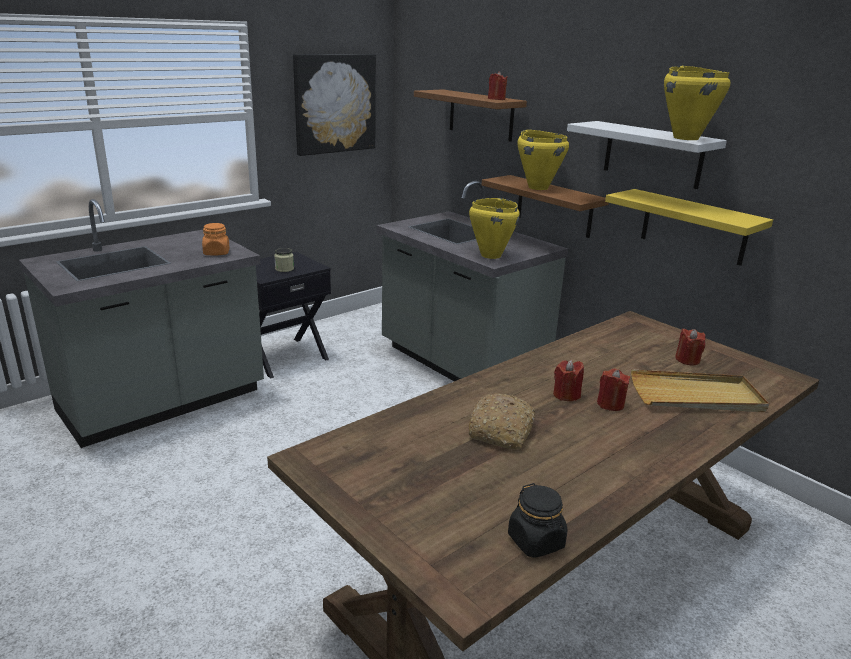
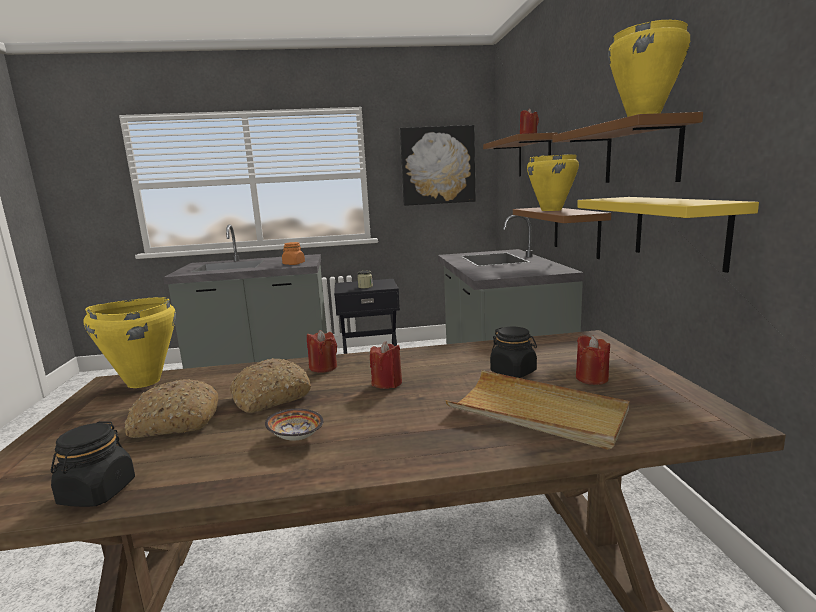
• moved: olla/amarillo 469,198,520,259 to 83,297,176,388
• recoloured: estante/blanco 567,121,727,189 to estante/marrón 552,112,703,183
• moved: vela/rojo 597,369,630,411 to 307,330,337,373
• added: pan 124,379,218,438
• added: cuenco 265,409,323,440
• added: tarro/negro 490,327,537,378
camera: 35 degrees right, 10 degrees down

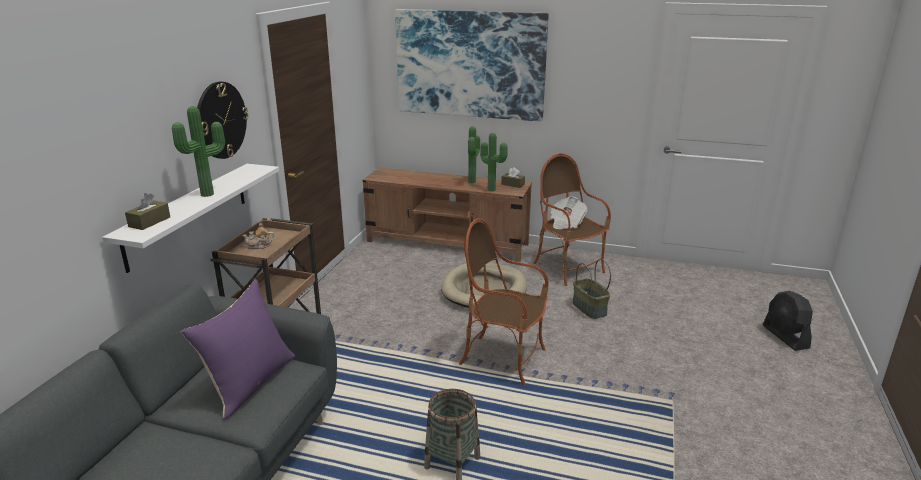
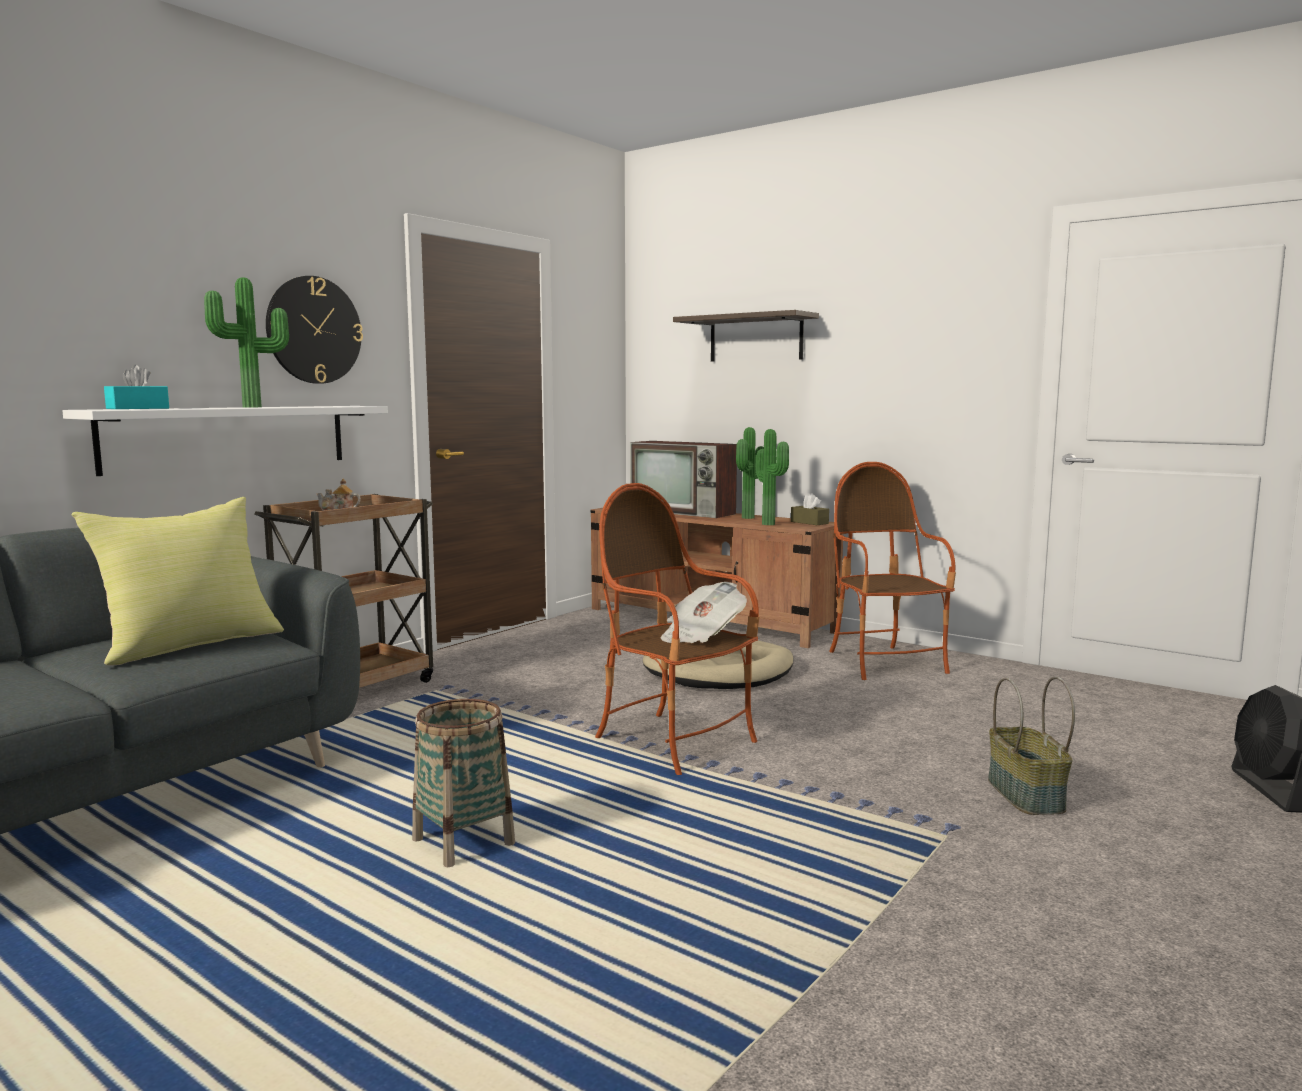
• recoloured: caja de pañuelos/marrón 125,193,170,230 to caja de pañuelos/turquesa 104,365,169,409
• recoloured: cojín/morado 181,279,295,419 to cojín/amarillo 71,497,284,666
• replaced: cuadro 395,9,549,122 to estante 673,310,819,362
• moved: periódico 550,196,588,229 to 661,582,747,643
• moved: cesta 573,259,611,319 to 988,676,1075,815
• added: televisor 630,441,737,518
camera: 20 degrees right, 15 degrees down

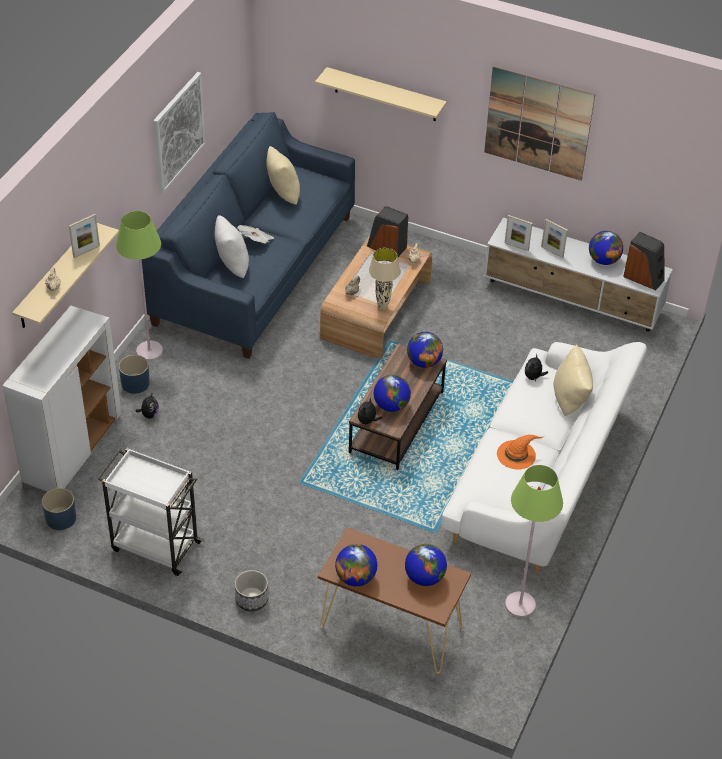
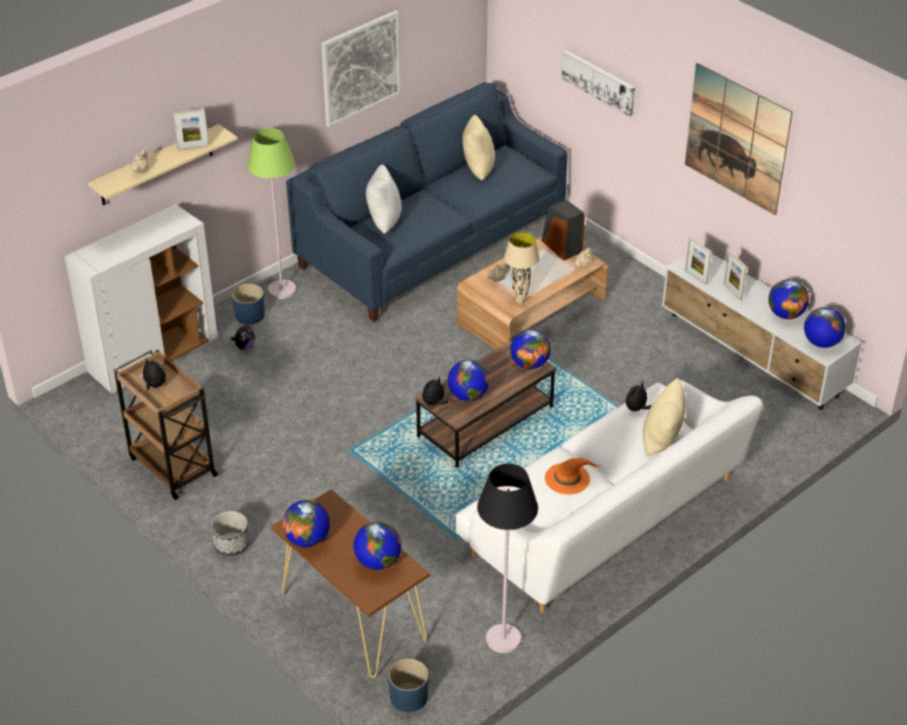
• moved: maceta/azul 42,488,76,530 to 388,659,429,712
• recoloured: carrito/blanco 98,448,203,576 to carrito/marrón 114,350,219,500
• removed: periódico 237,225,274,244
• replaced: estante/beis 315,67,447,121 to cuadro 562,50,635,117
• recoloured: lámpara de pie/verde 505,465,563,618 to lámpara de pie/negro 477,463,538,653
• replaced: altavoz 623,232,665,290 to globo terráqueo 804,307,846,348
• added: peluche 139,358,166,391
camera: 25 degrees right, 5 degrees down

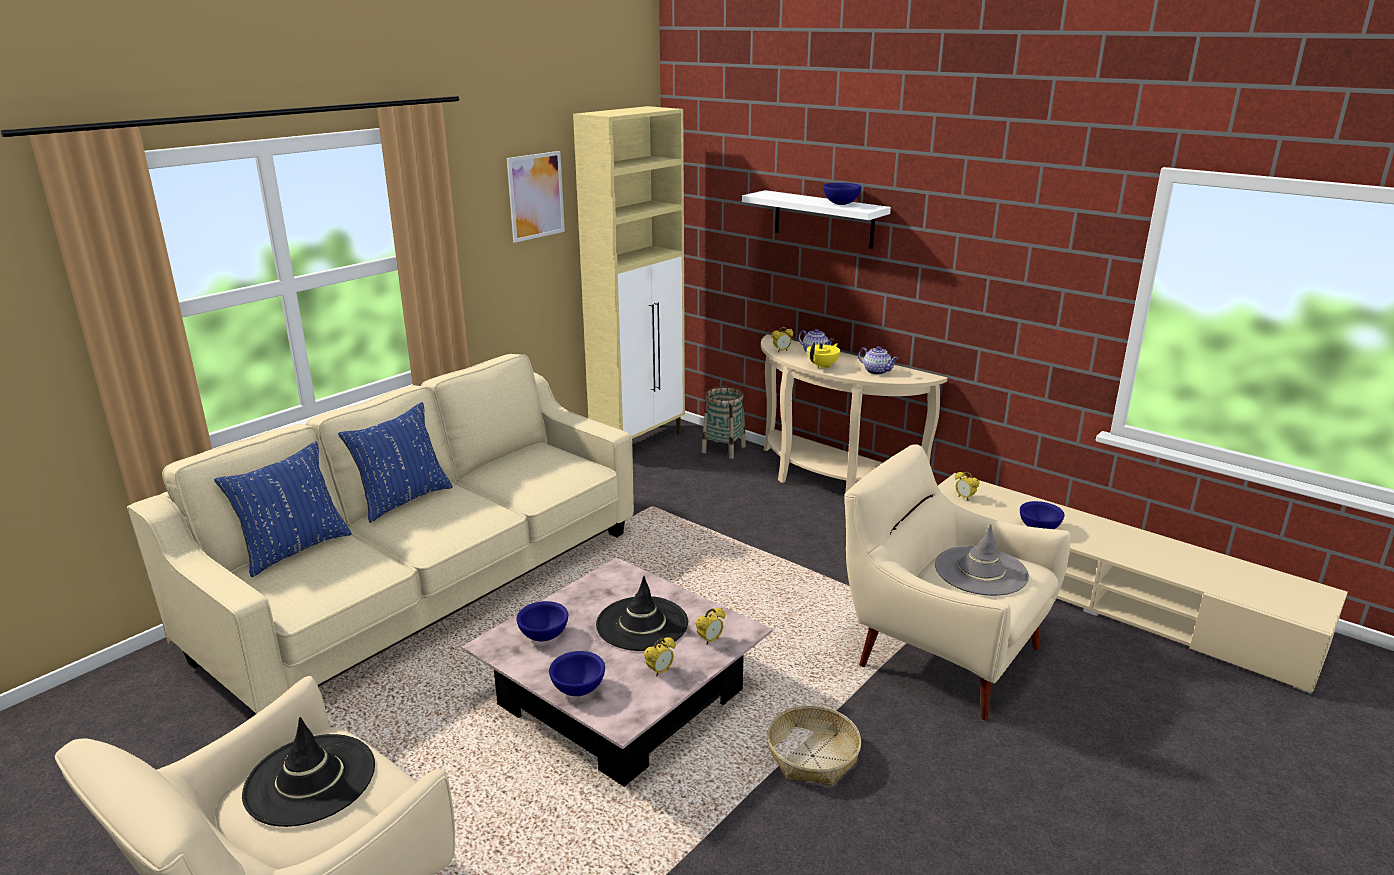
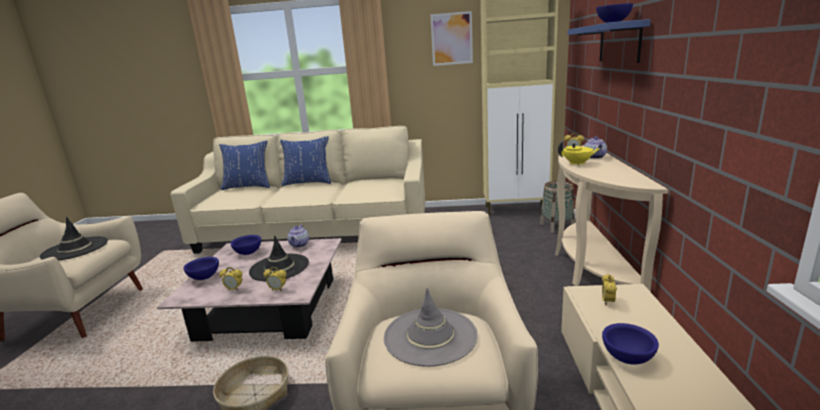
• recoloured: estante/blanco 742,190,891,249 to estante/azul 568,19,650,63
• moved: tetera 858,346,898,375 to 287,225,309,248
camera: 55 degrees right, 5 degrees down

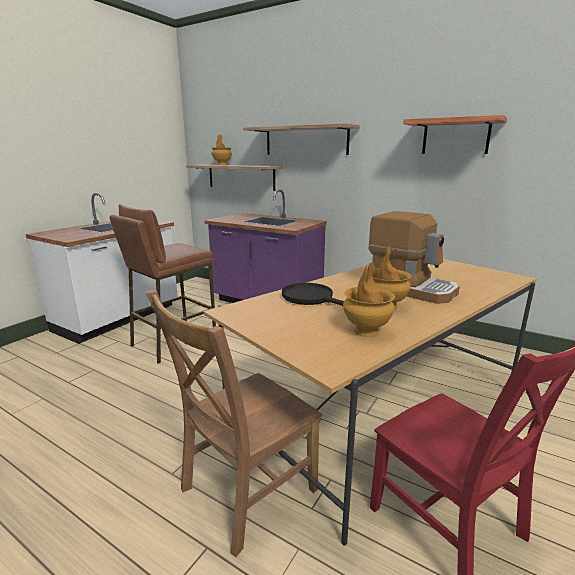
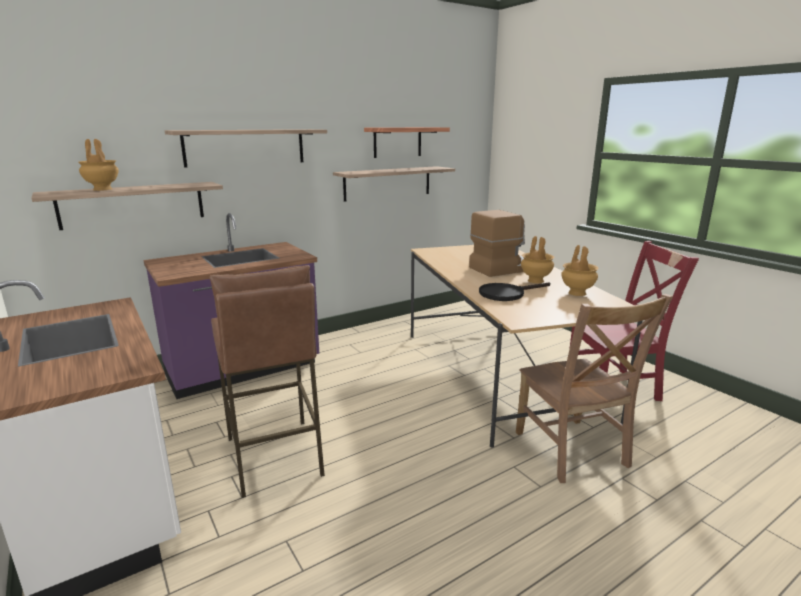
• added: estante 333,166,455,202
camera: 65 degrees left, 0 degrees up

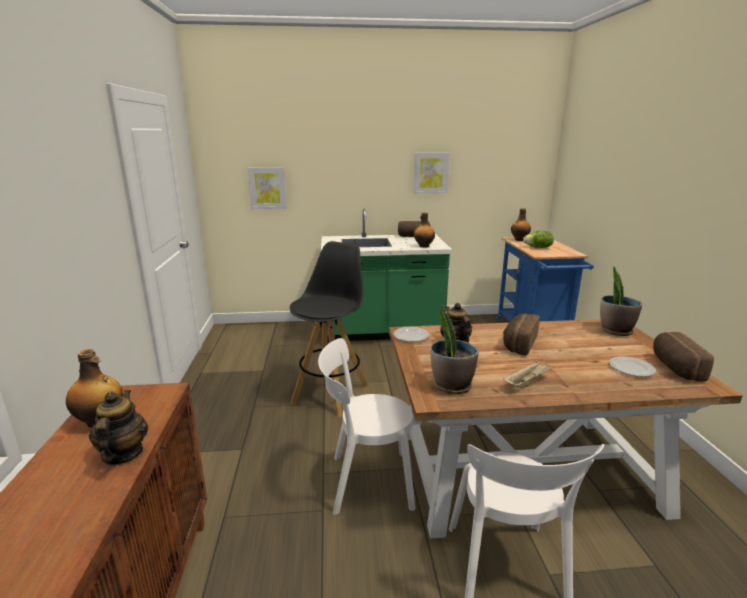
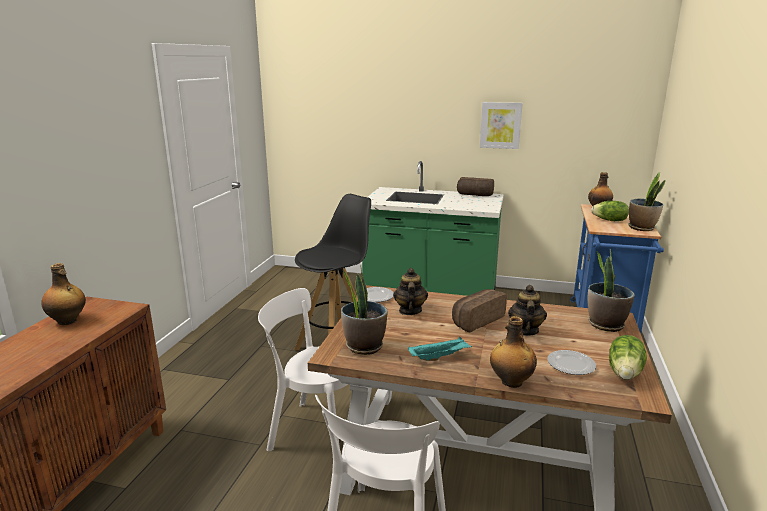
• moved: tetera 89,390,148,466 to 508,285,547,336
• removed: cuadro 248,167,287,209
• moved: botella 414,212,435,247 to 490,316,537,388
• recoloured: bandeja/beis 503,360,553,388 to bandeja/turquesa 408,337,472,361
• replaced: pan 653,332,714,381 to lechuga 609,335,647,380
• added: planta en maceta 628,172,666,231
camera: 20 degrees right, 0 degrees up

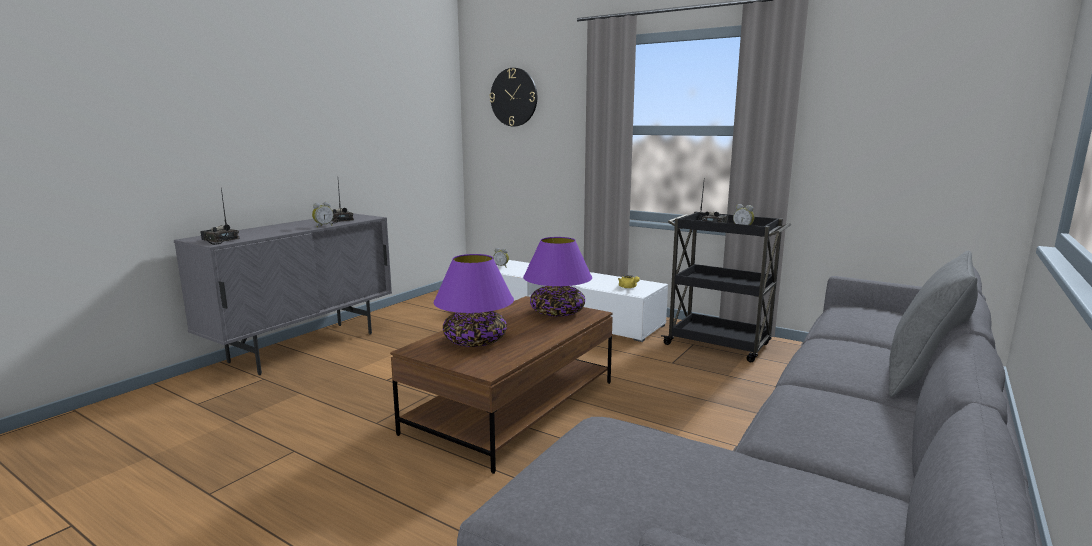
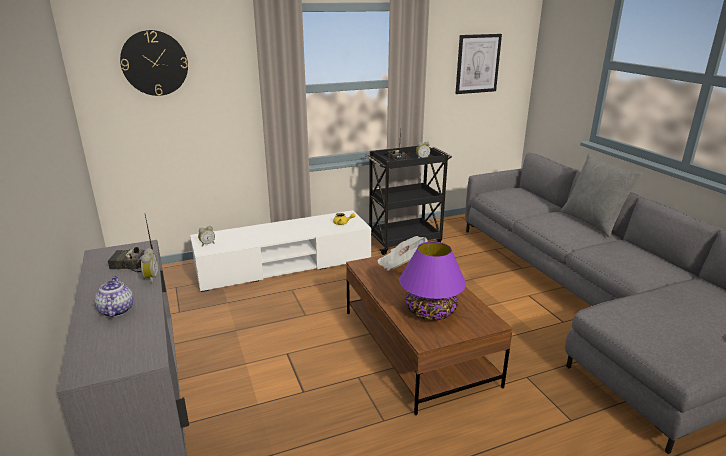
• removed: radio 200,187,240,245
• replaced: lámpara de mesa/morado 523,237,592,317 to periódico 377,236,428,271
• added: tetera 94,276,133,317
• added: cuadro 456,34,502,94
camera: 55 degrees left, 10 degrees up

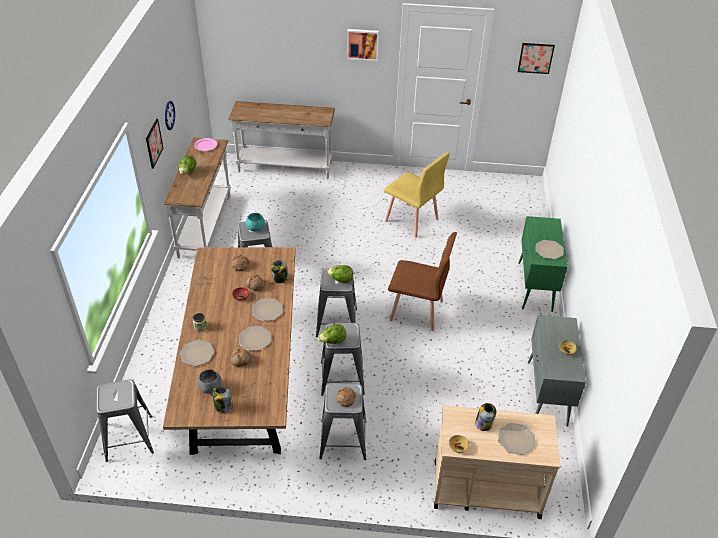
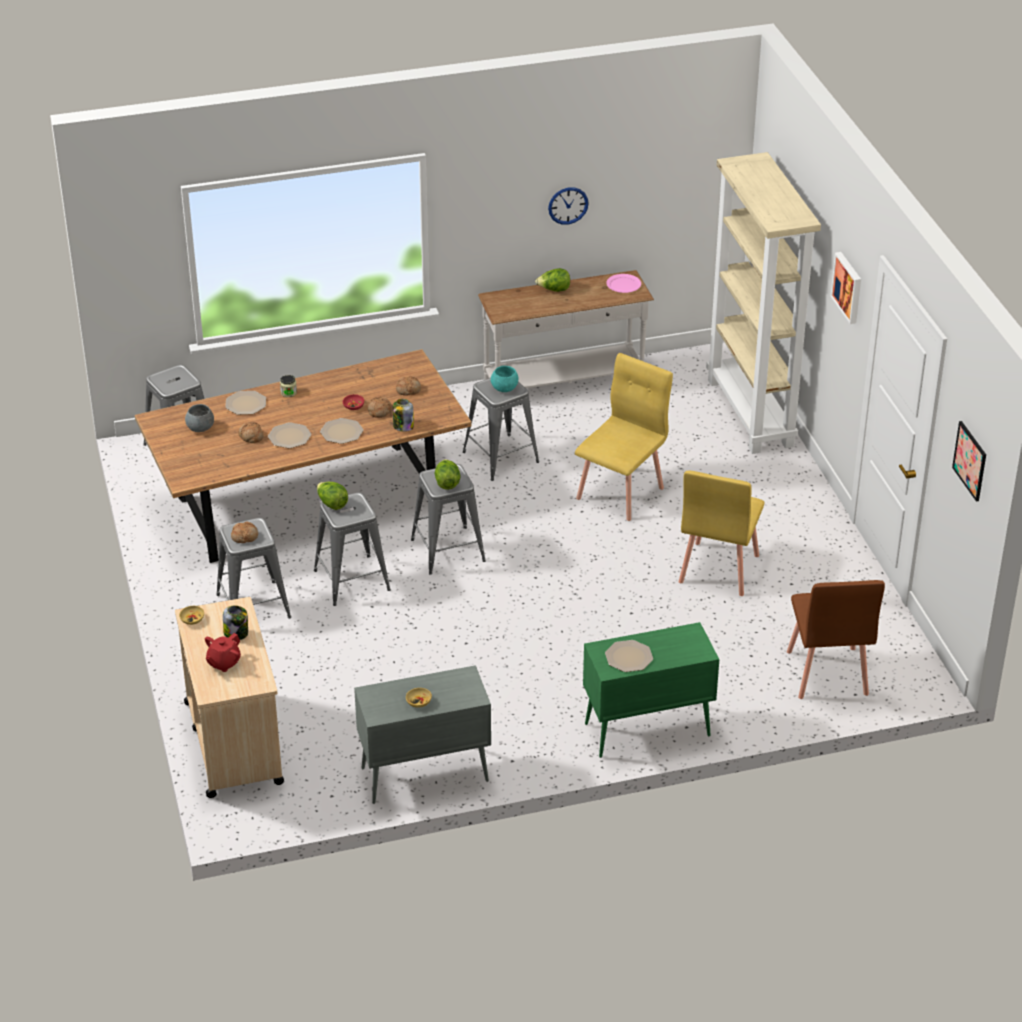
• removed: cuadro 146,119,164,169
• removed: tarro 212,386,233,413
• replaced: mesa consola/blanco 228,101,335,179 to estantería/beis 706,152,821,454
• moved: silla/marrón 388,232,457,331 to 787,580,885,699
• replaced: plato 498,423,535,455 to tetera/rojo 205,633,241,672
• added: silla/amarillo 575,353,673,521
camera: 70 degrees right, 5 degrees down

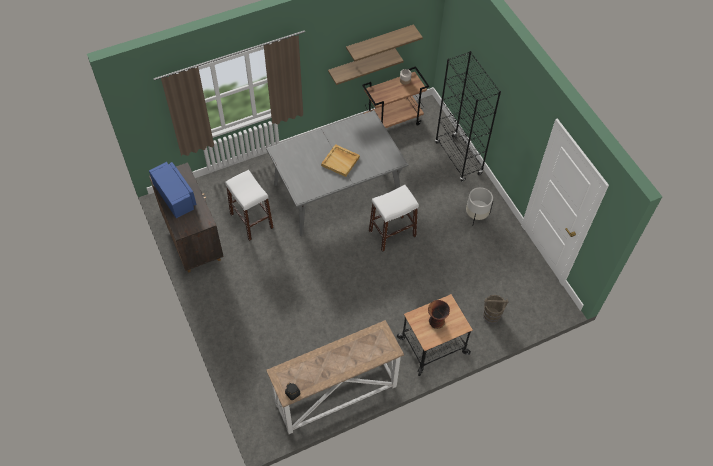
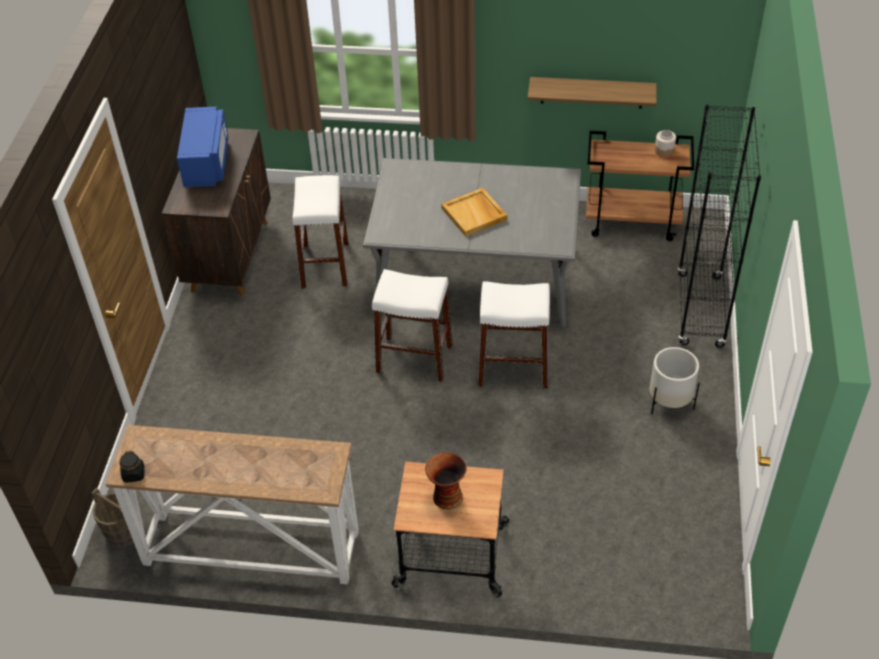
• removed: estante 346,24,423,61
• moved: cubo/marrón 483,295,508,324 to 91,488,134,548
• added: taburete/blanco 372,269,453,382
camera: 35 degrees right, 10 degrees down

